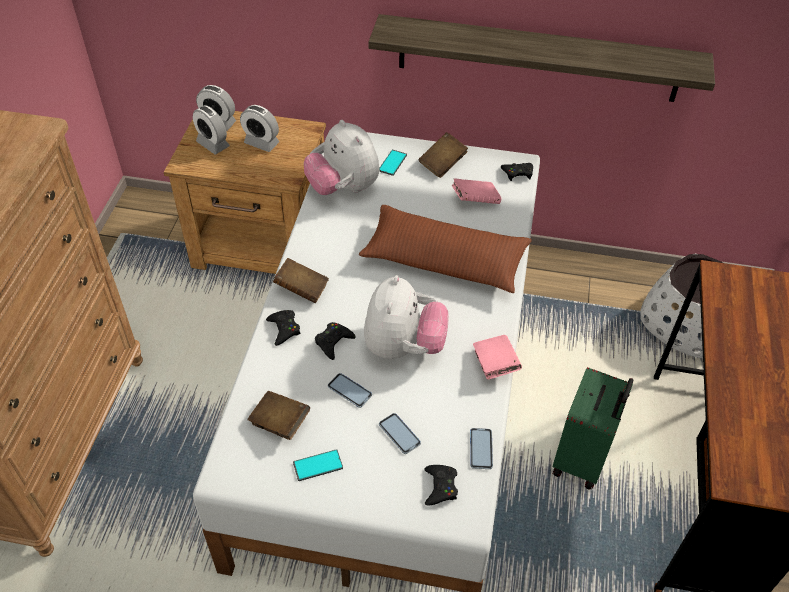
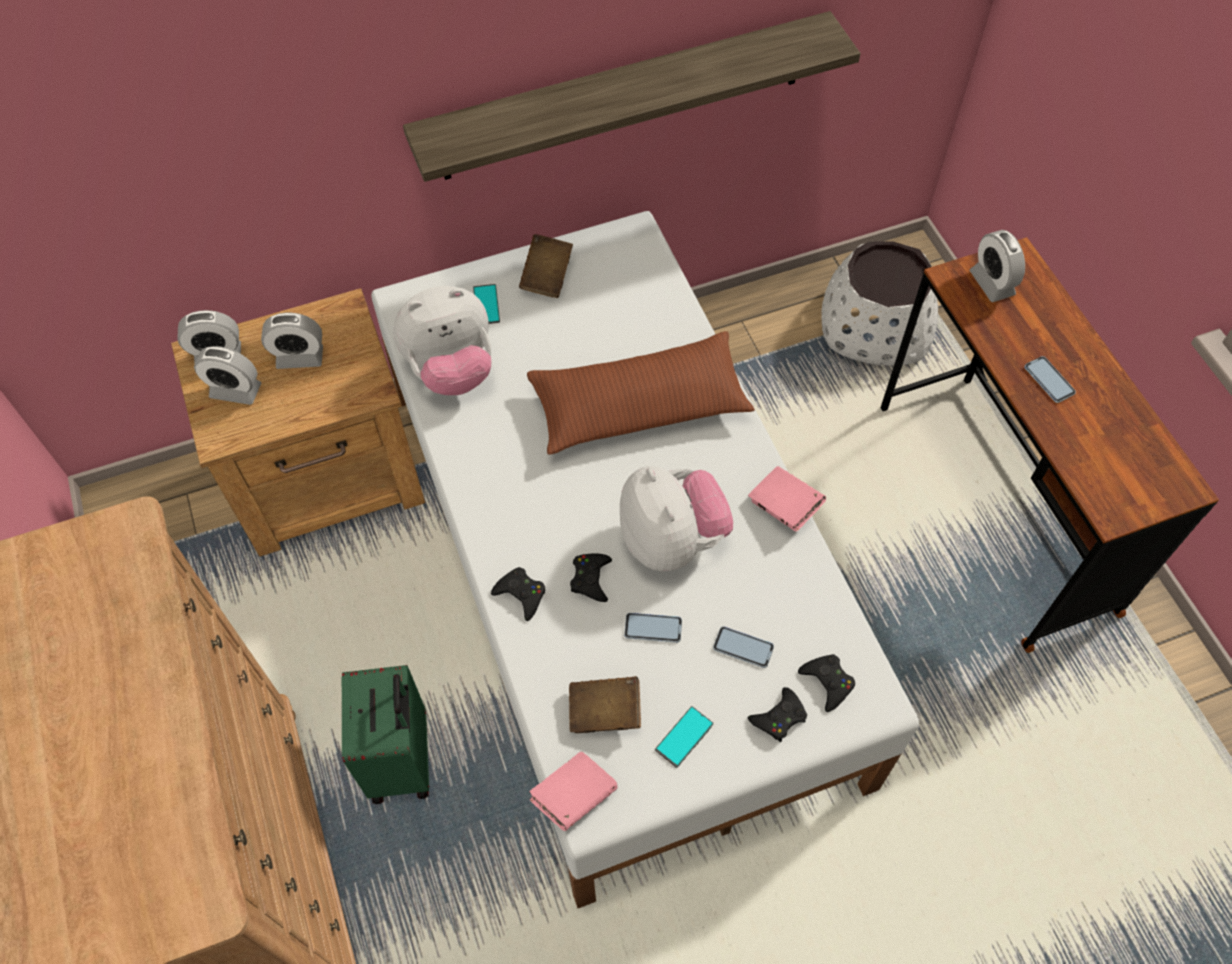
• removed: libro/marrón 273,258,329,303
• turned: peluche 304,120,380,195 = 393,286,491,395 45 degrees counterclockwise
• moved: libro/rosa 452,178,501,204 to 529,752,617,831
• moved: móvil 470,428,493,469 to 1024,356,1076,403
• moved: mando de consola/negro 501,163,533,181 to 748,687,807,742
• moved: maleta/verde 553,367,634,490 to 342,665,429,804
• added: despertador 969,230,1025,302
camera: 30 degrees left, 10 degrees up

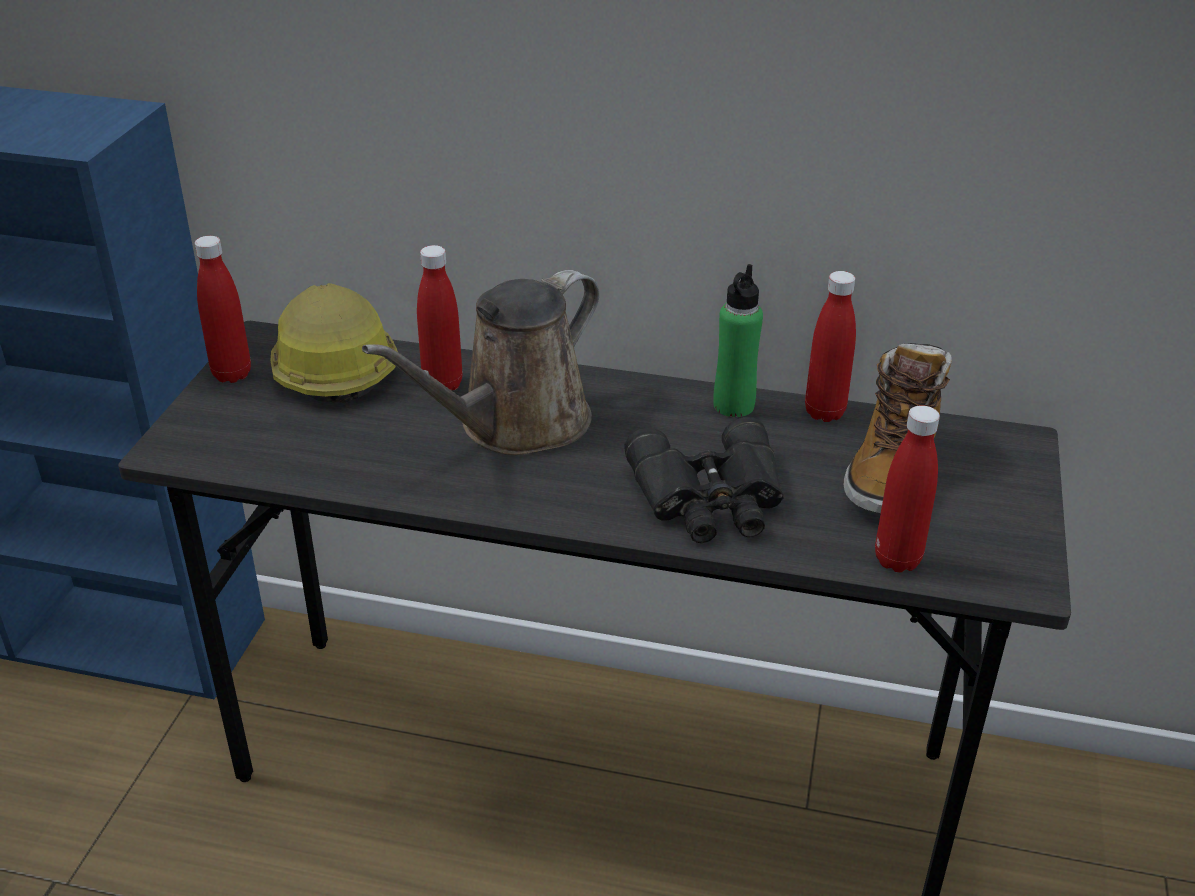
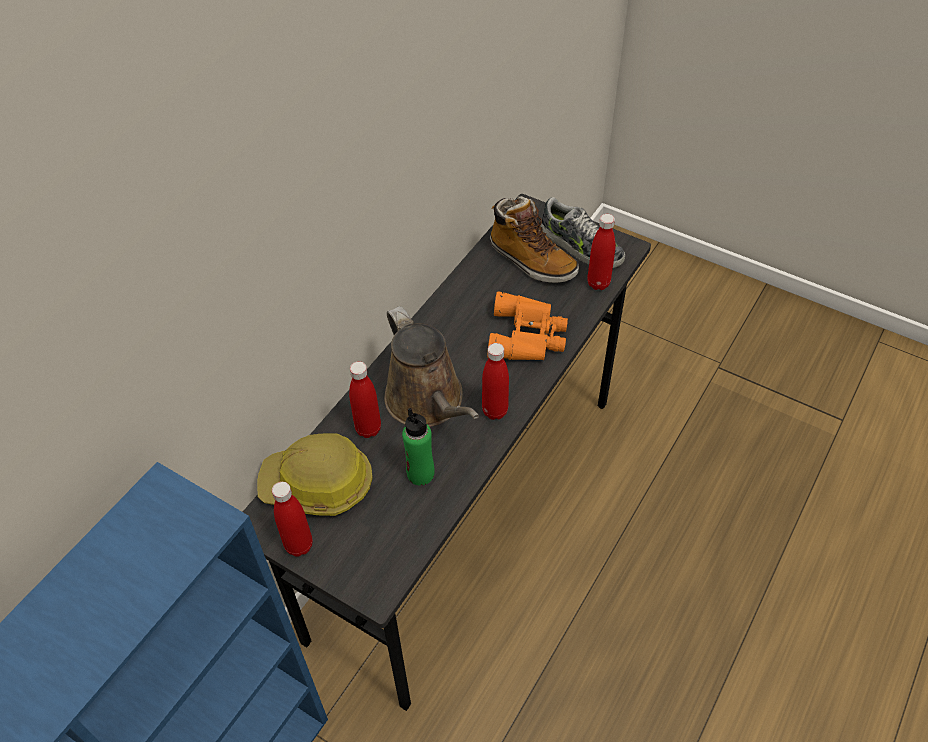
• recoloured: prismáticos/negro 624,417,783,543 to prismáticos/naranja 487,292,568,360
• moved: botella/verde 713,264,763,417 to 402,408,434,486
• moved: botella/rojo 805,271,856,422 to 482,343,509,420
• added: zapato 540,197,625,268
camera: 70 degrees left, 15 degrees up

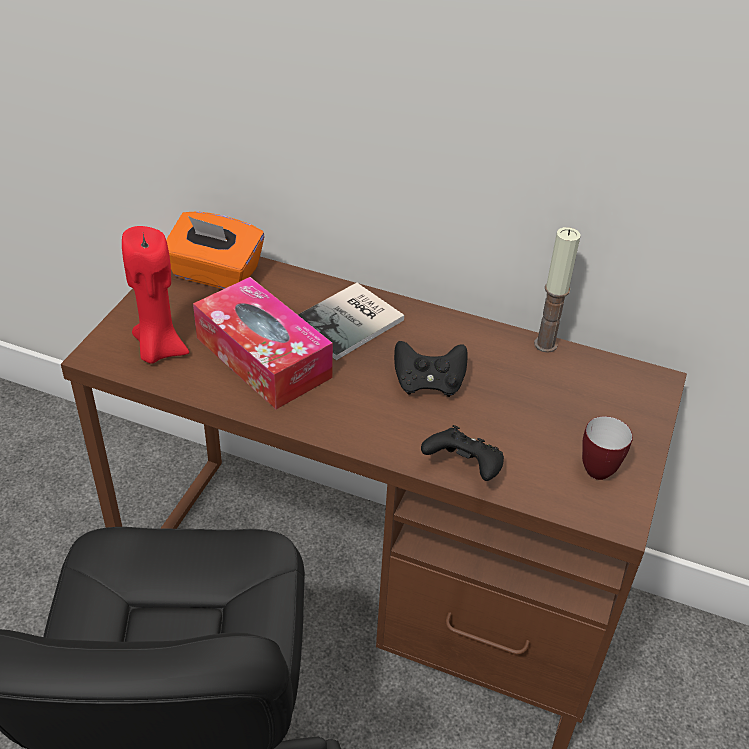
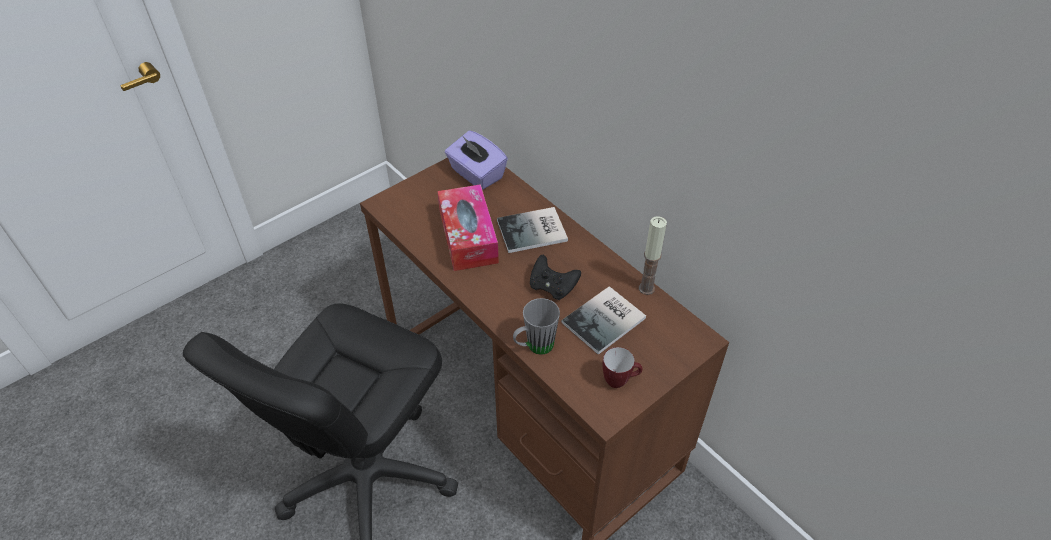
• removed: vela/rojo 122,226,189,364
• recoloured: caja de pañuelos/naranja 166,211,264,289 to caja de pañuelos/morado 445,131,508,190
• replaced: mando de consola/negro 421,425,504,481 to taza grande/gris 513,298,560,355
• added: libro 561,286,646,355
camera: 30 degrees right, 5 degrees up

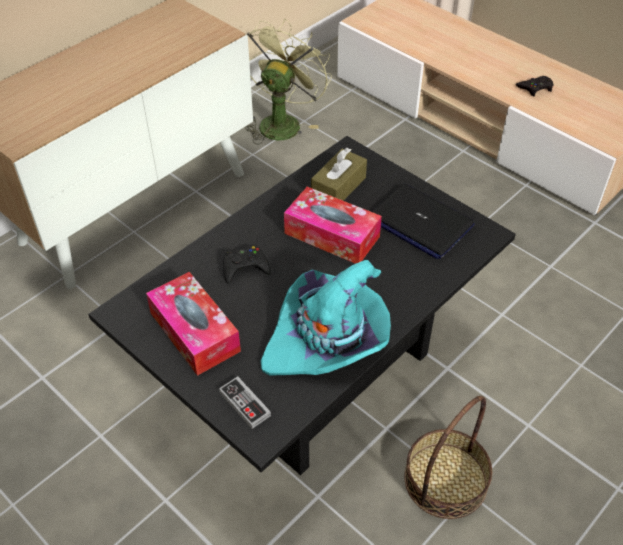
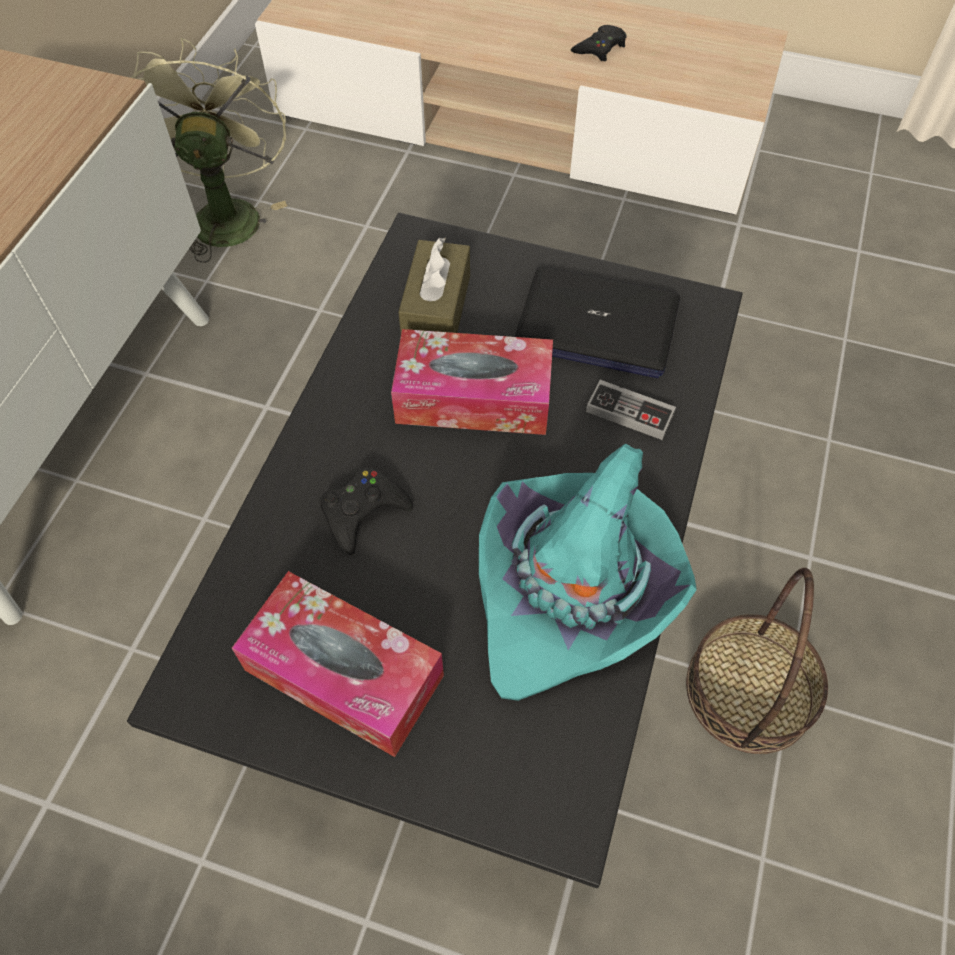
• moved: mando de consola 219,376,271,429 to 586,380,676,440
camera: 25 degrees left, 10 degrees up

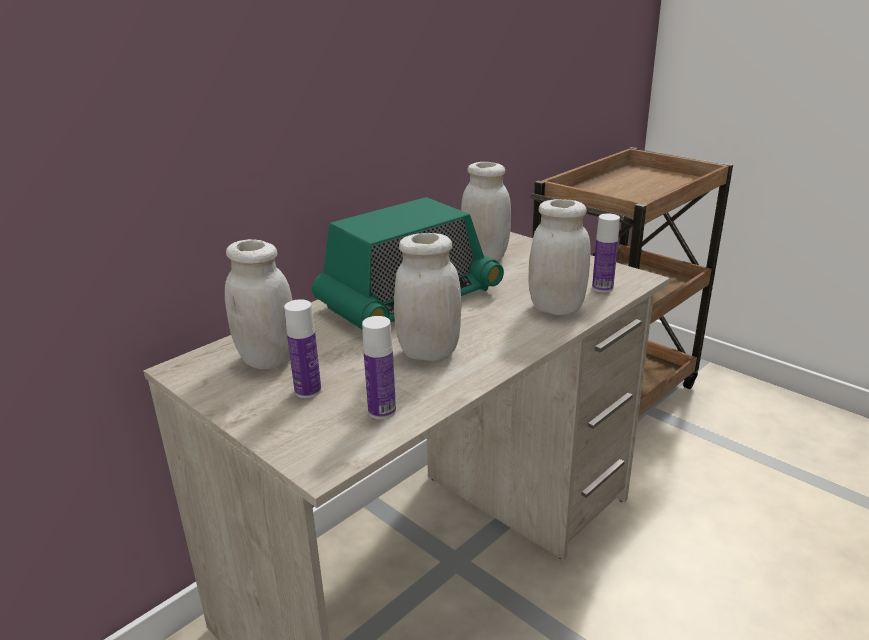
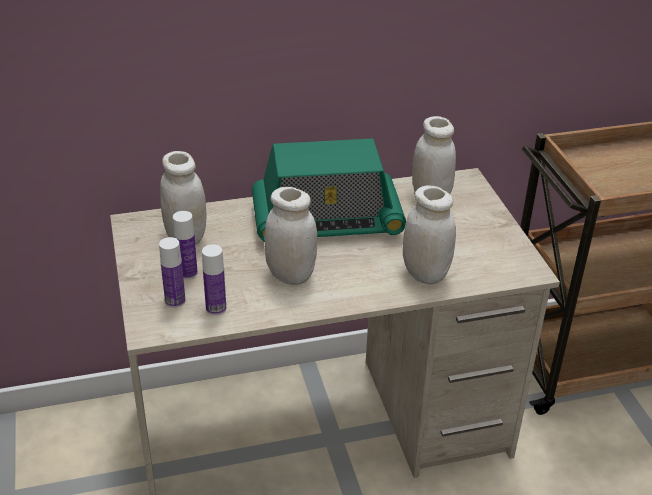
• moved: botella 592,214,620,293 to 159,237,186,308
camera: 30 degrees right, 10 degrees up

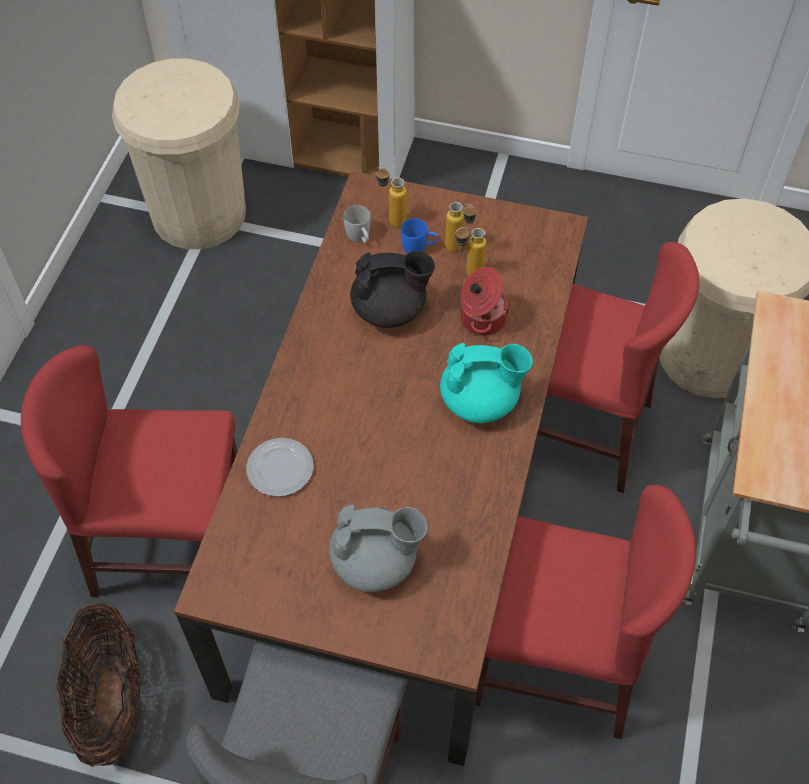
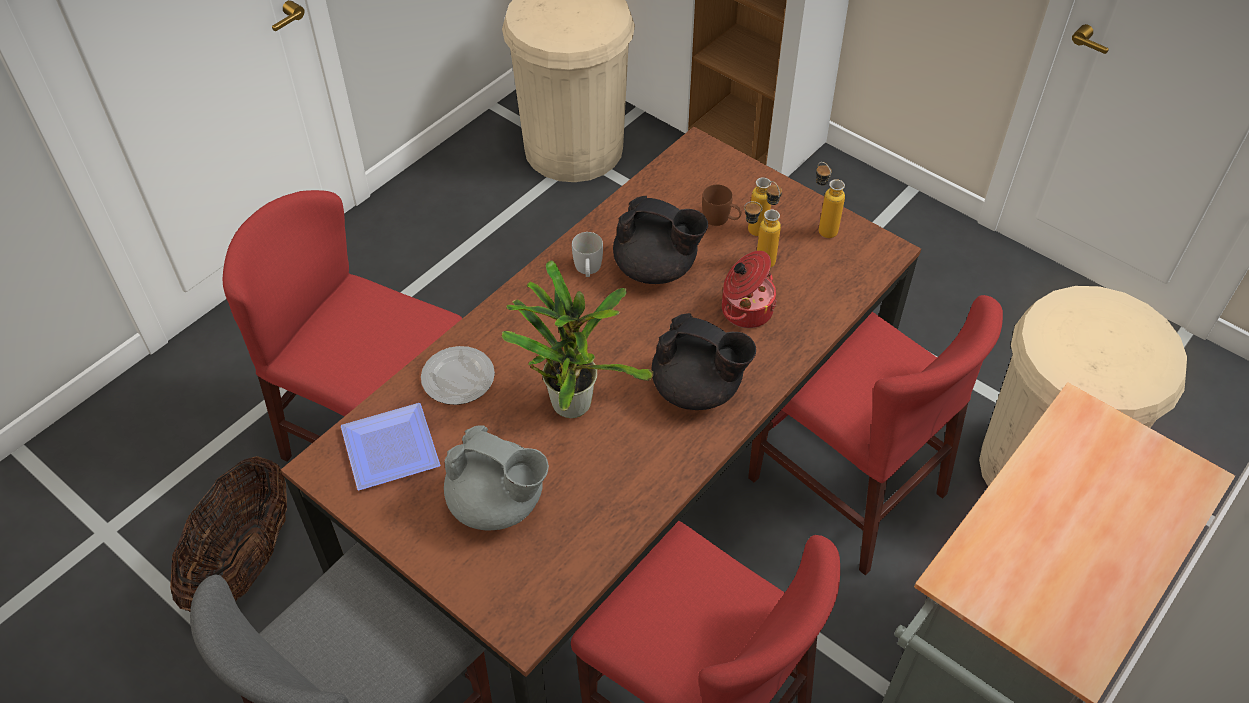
• moved: taza grande/blanco 344,205,371,243 to 572,232,603,277
• moved: botella 376,167,407,228 to 816,162,845,238
• recoloured: taza grande/azul 401,218,438,253 to taza grande/marrón 702,184,742,226
• recoloured: tetera/turquesa 440,343,533,423 to tetera/negro 652,313,756,410
• added: plato 341,403,440,490
• added: planta en maceta 502,260,653,418
camera: 25 degrees right, 5 degrees down

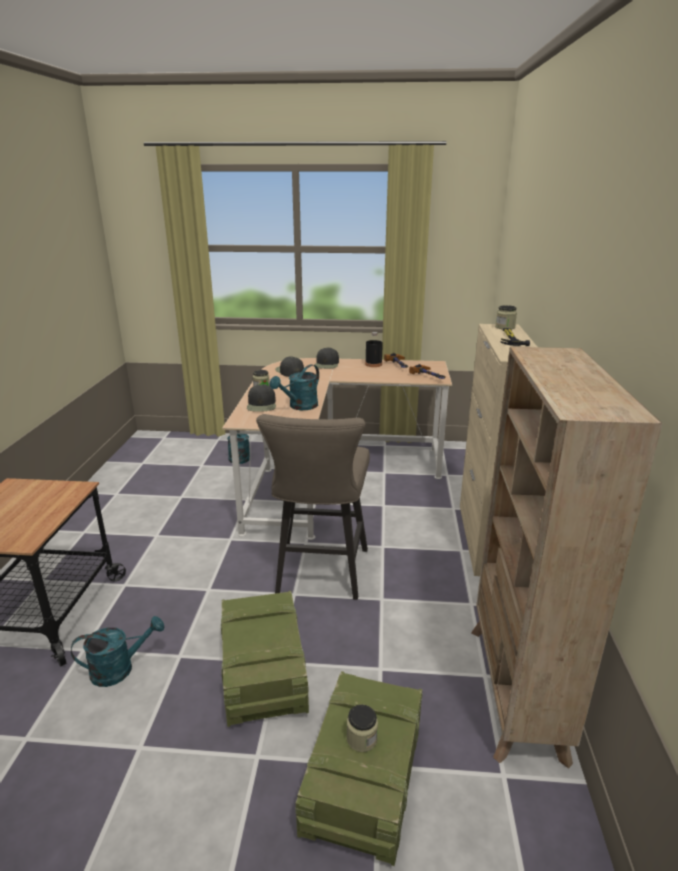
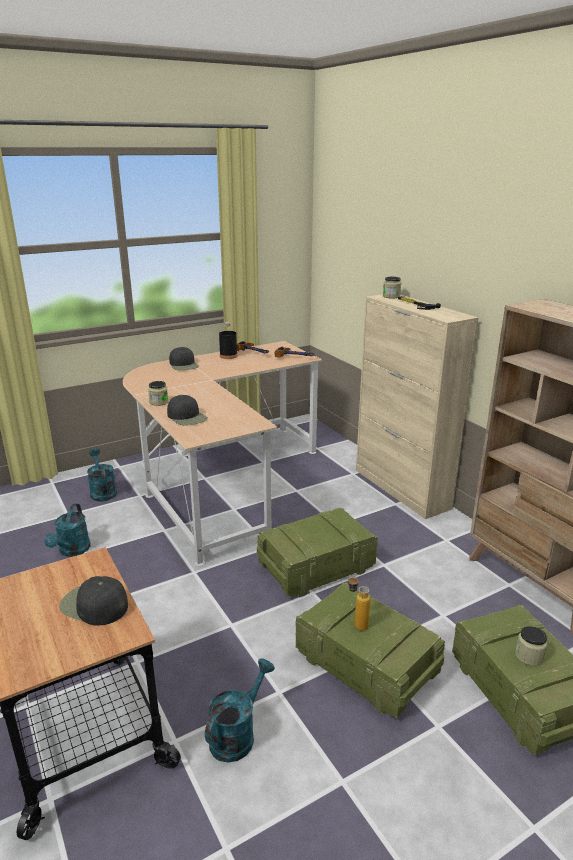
• replaced: taburete/beis 256,414,370,600 to caja de embalaje 257,507,378,597
• moved: regadera/turquesa 270,364,319,410 to 44,504,90,557
• moved: gorra/negro 275,357,304,377 to 59,576,128,626
• added: botella 348,575,371,631
camera: 35 degrees left, 0 degrees up

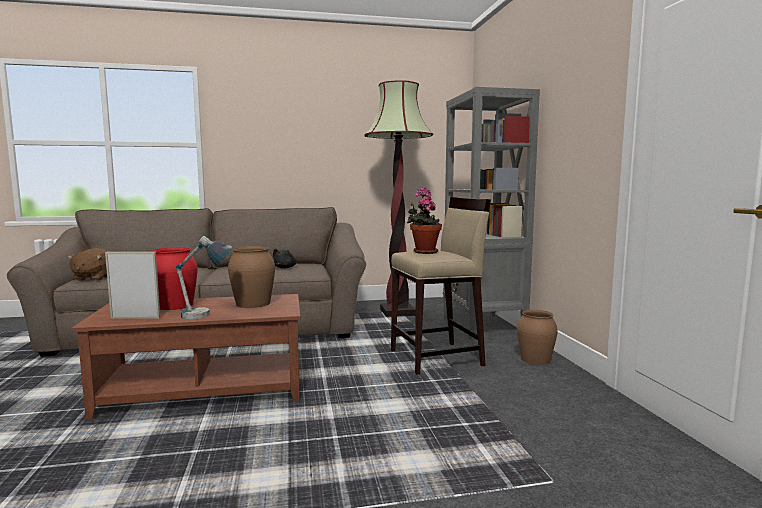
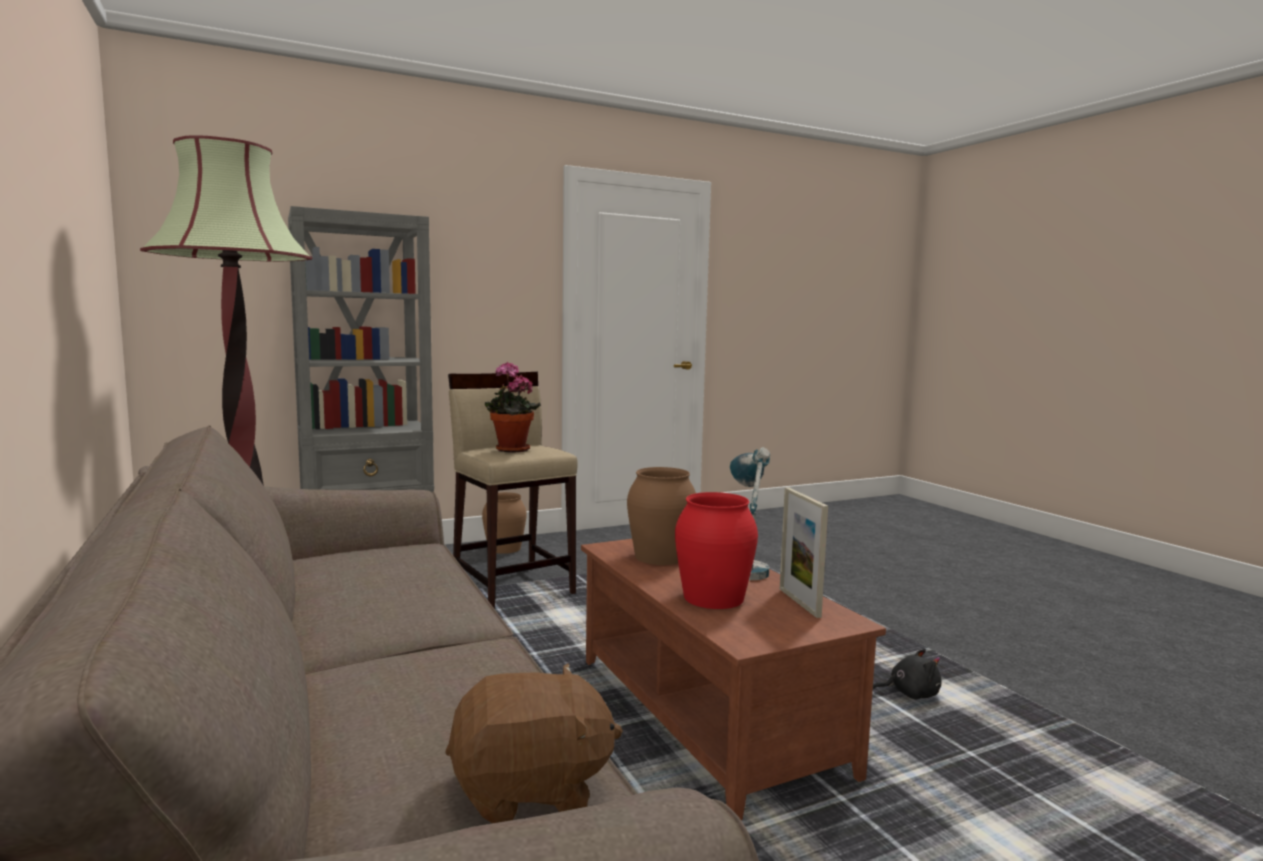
• moved: peluche/negro 273,249,297,269 to 873,649,941,699
camera: 105 degrees left, 0 degrees up

